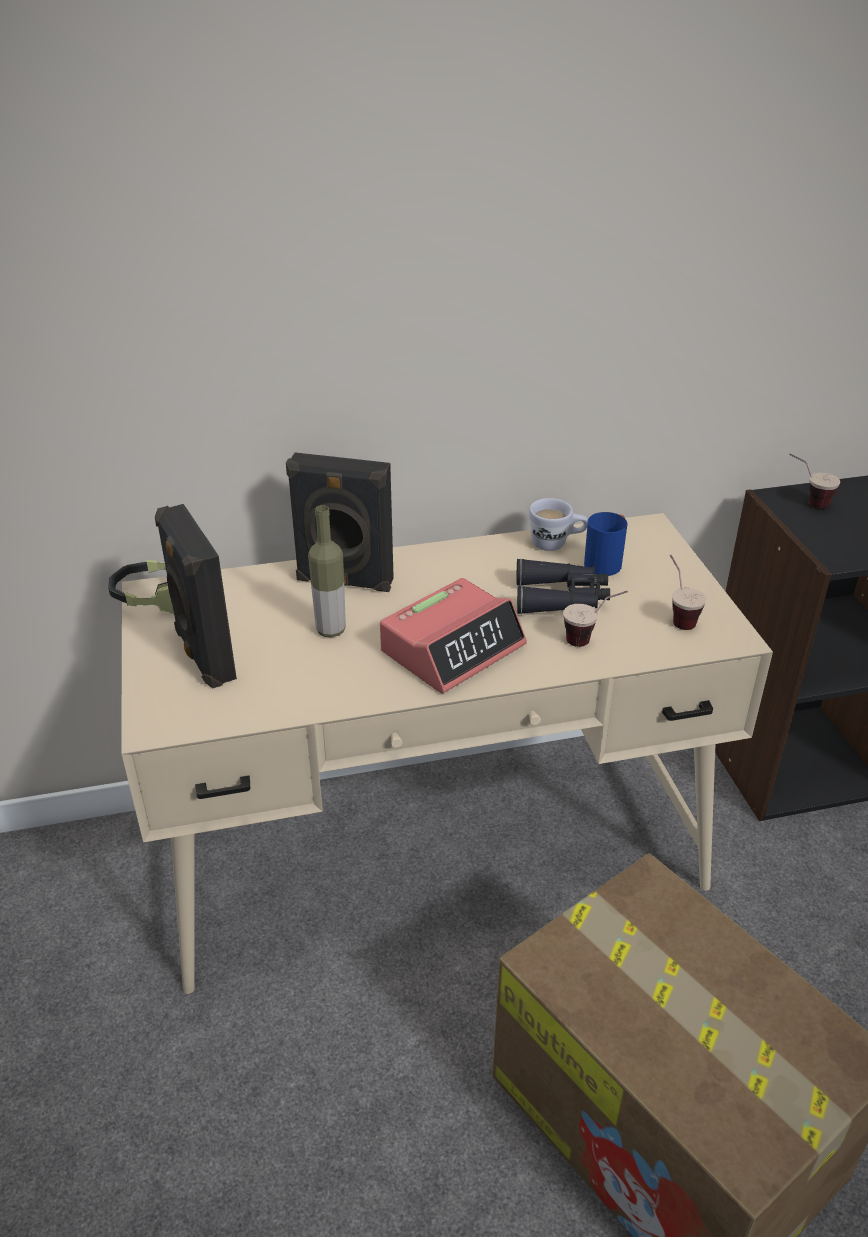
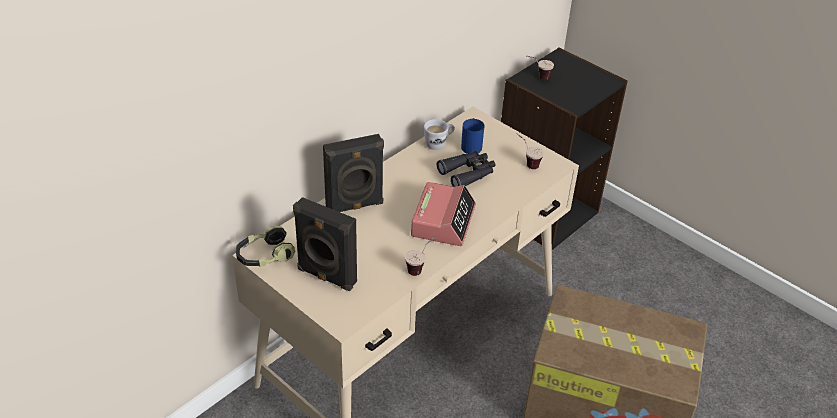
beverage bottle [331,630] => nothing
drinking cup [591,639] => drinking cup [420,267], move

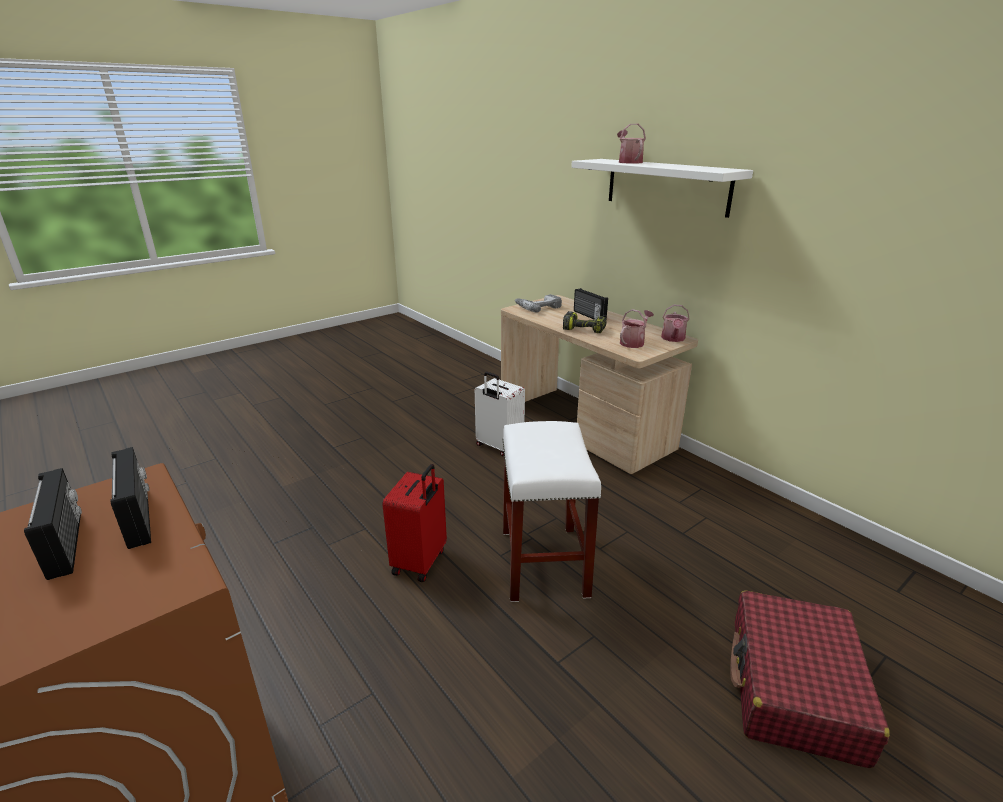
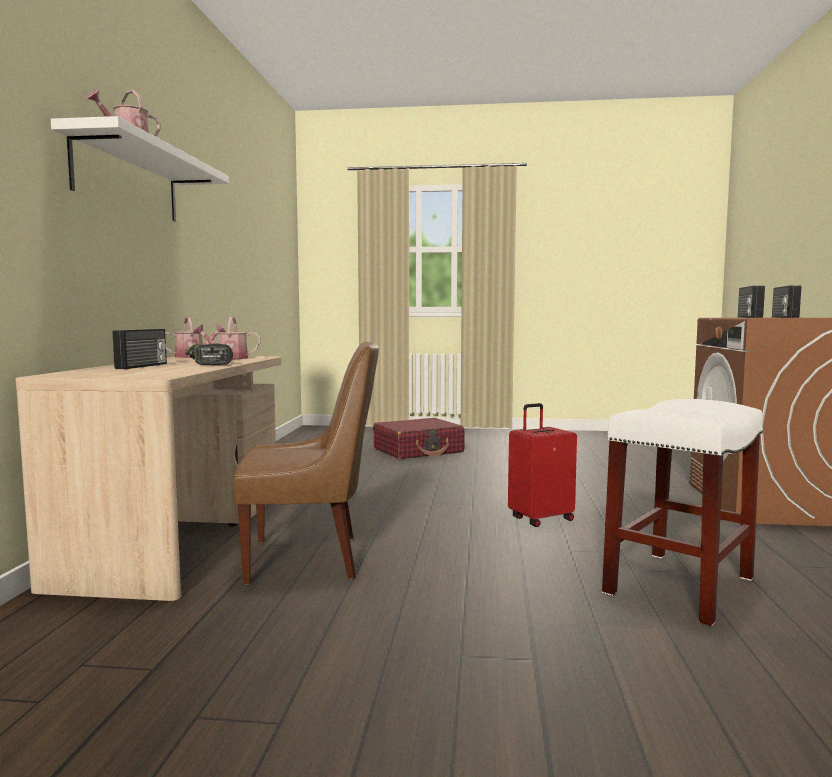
white-coloured travel case [498,447] => brownish chair [309,558]
white-coloured stool seat [544,563] => white-coloured stool seat [679,585], move
electric drill [537,307] => nothing

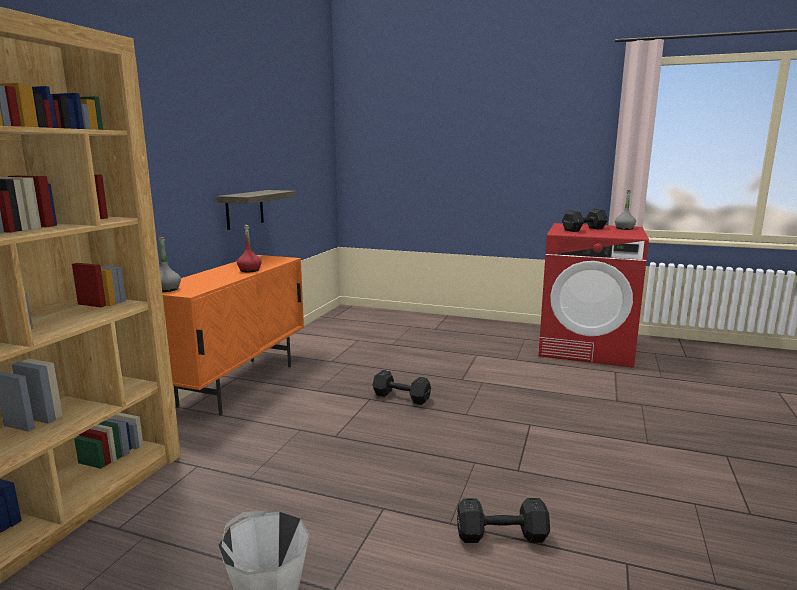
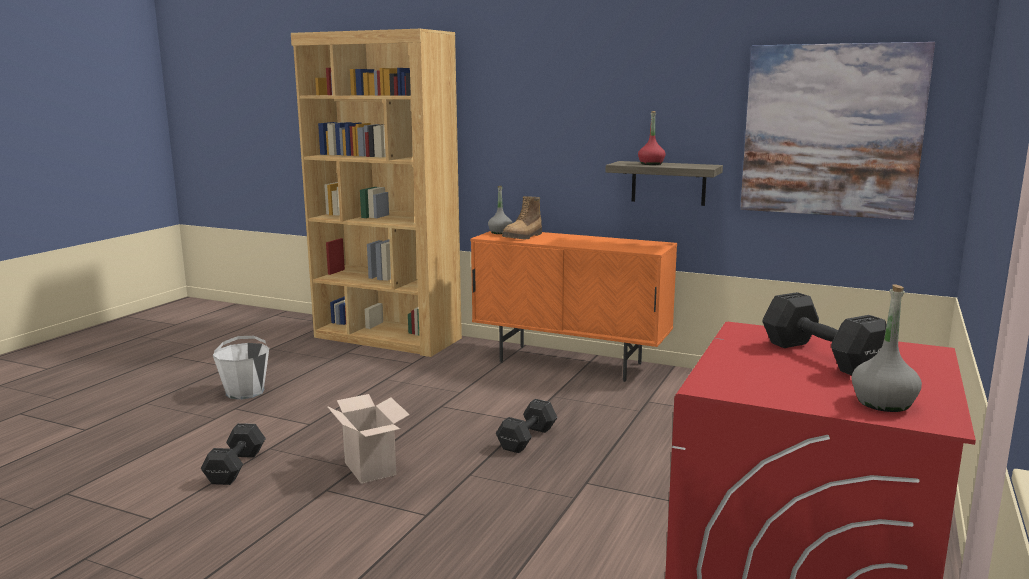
red beverage bottle [249,270] => red beverage bottle [651,164], move
nothing => cardboard box [372,469]
nothing => tall boot [523,237]
nothing => wall picture [831,131]

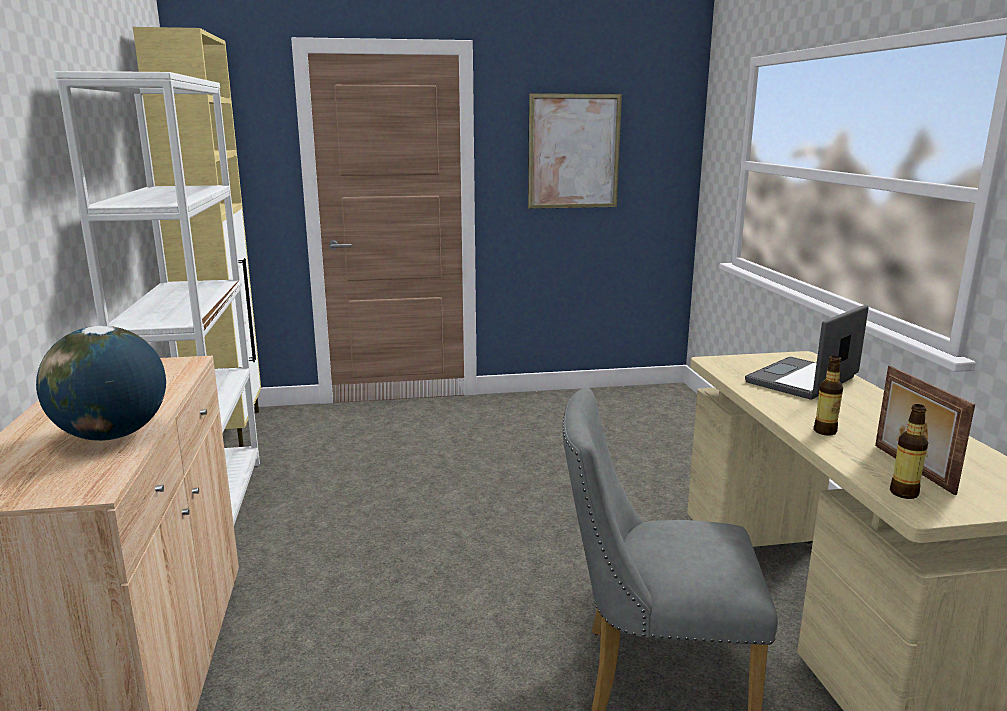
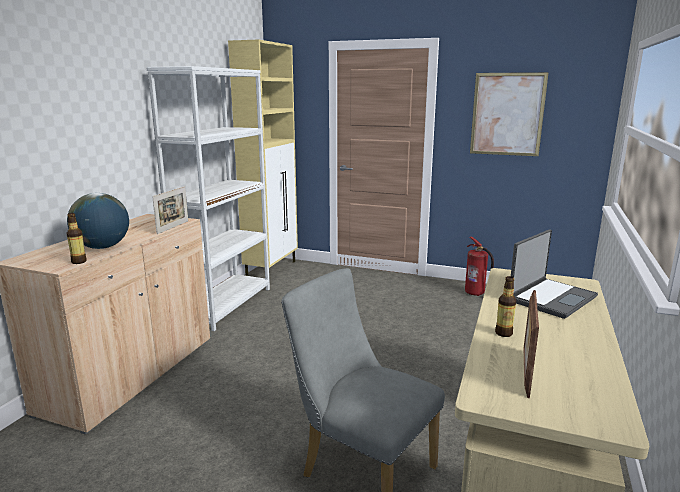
portable computer [803,381] => portable computer [551,298], 150 degrees clockwise
beverage bottle [903,493] => beverage bottle [79,262], move
nothing => standing frame [173,227]
nothing => extinguisher [475,294]

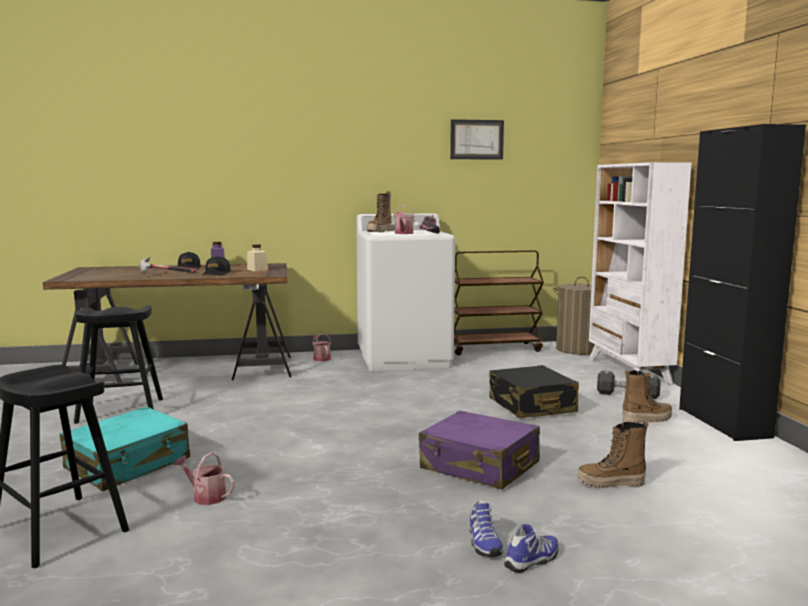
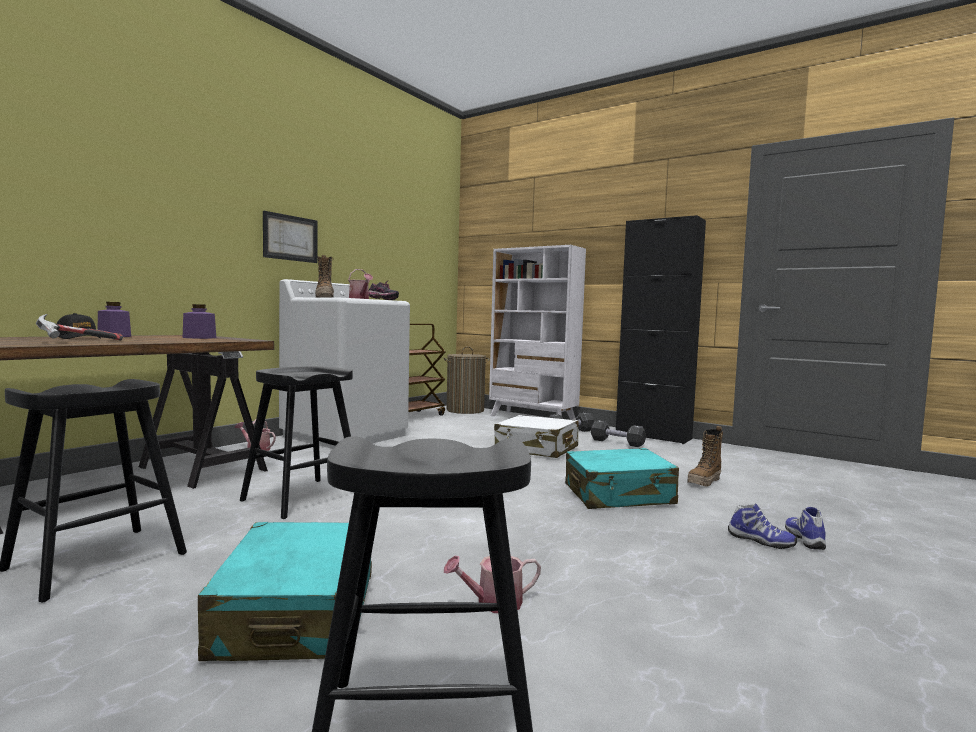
blackish baseball cap [216,273] => nothing
beige-coloured jar [257,269] => purplish jar [199,338]
purplish travel case [479,466] => blue-green travel case [618,495]
wall picture [476,139] => wall picture [290,238], move
blackish travel case [531,406] => white-coloured travel case [536,449]
tall boot [646,419] => blackish hand weight [617,442]
nothing => blackish stool seat [302,498]

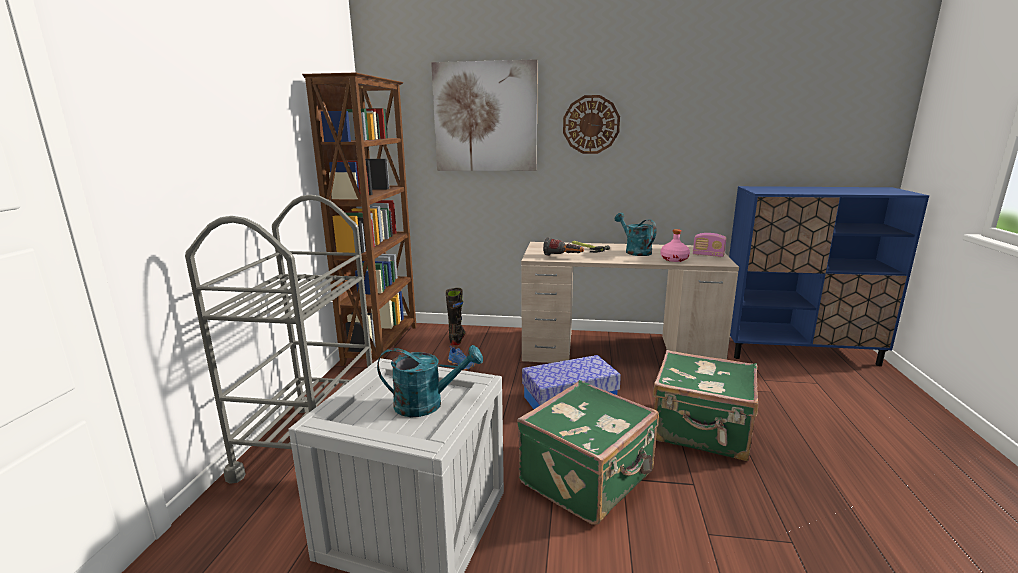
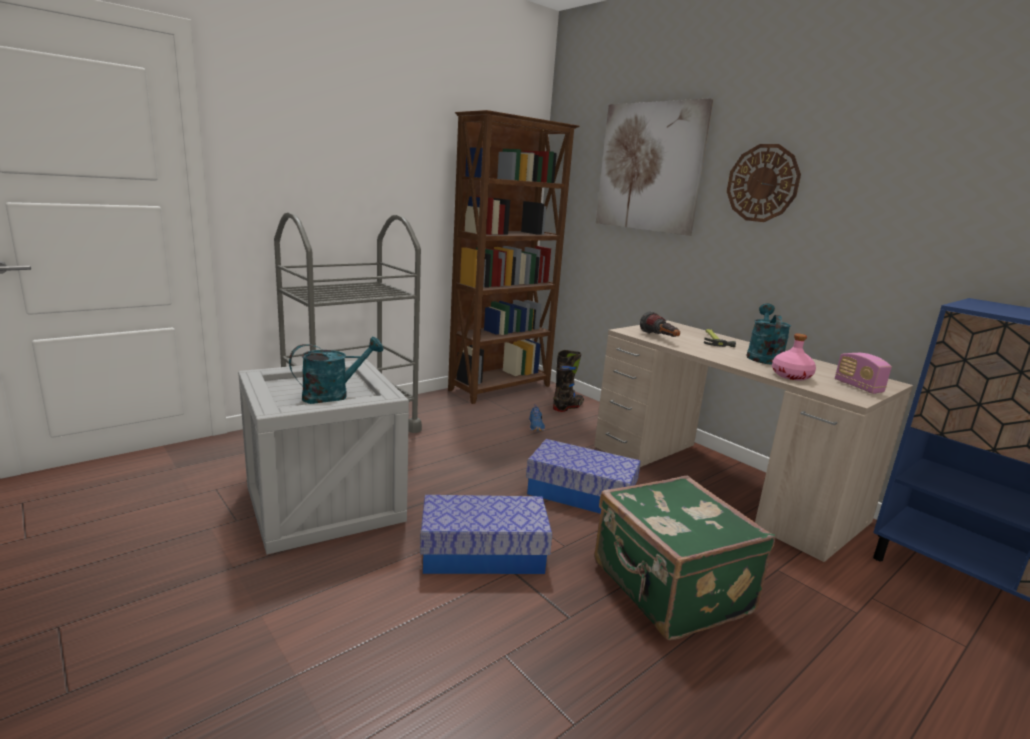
blue-green sprinkling can [427,404] => blue-green sprinkling can [333,395], 75 degrees counterclockwise
green-coloured travel case [588,479] => storage box [483,553]

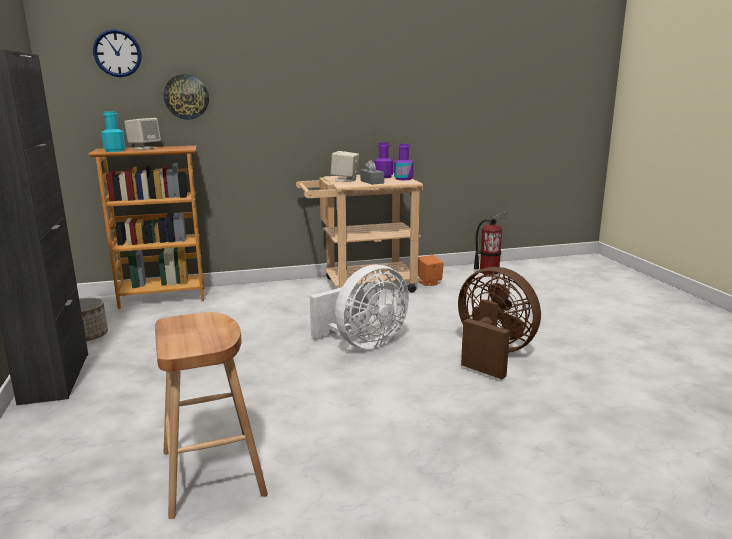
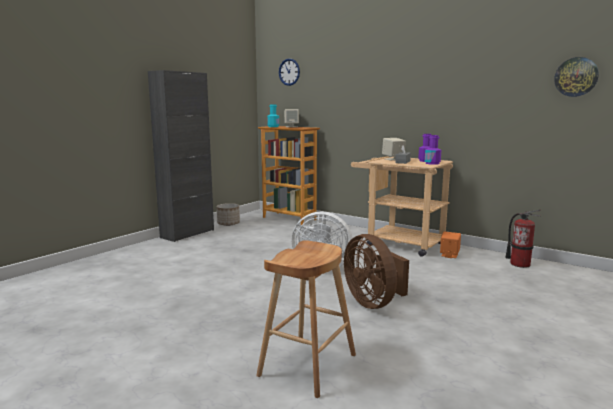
brownish stool seat [212,472] => brownish stool seat [308,365], move
wall clock [186,97] => wall clock [576,77], move
brownish fan [492,354] => brownish fan [374,302], 150 degrees clockwise

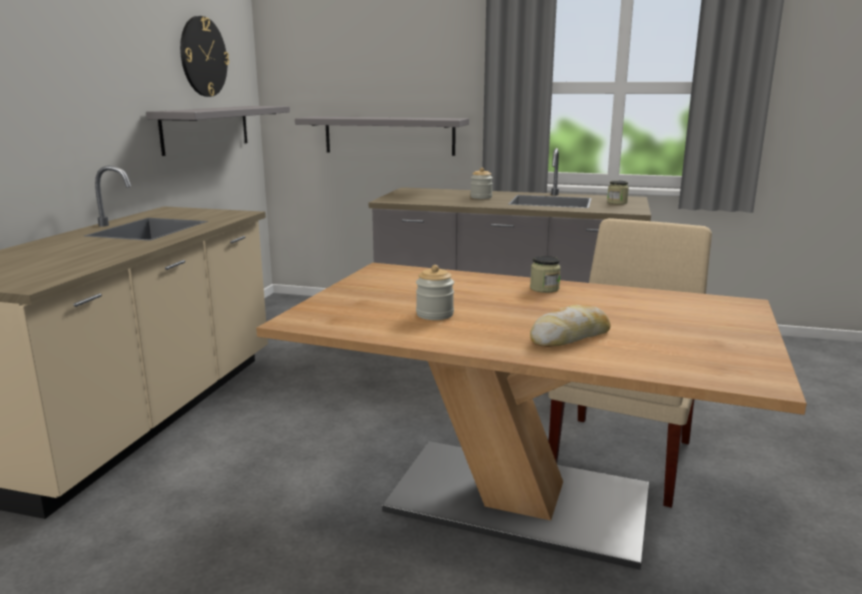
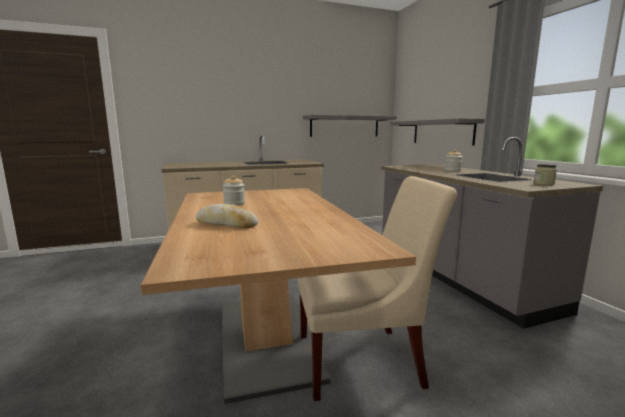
wall clock [203,57] => nothing
jar [544,288] => nothing

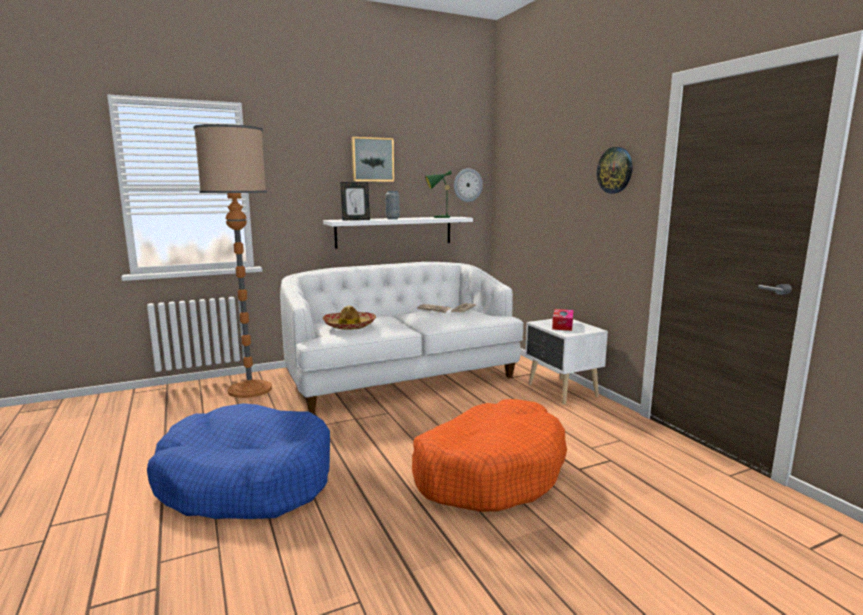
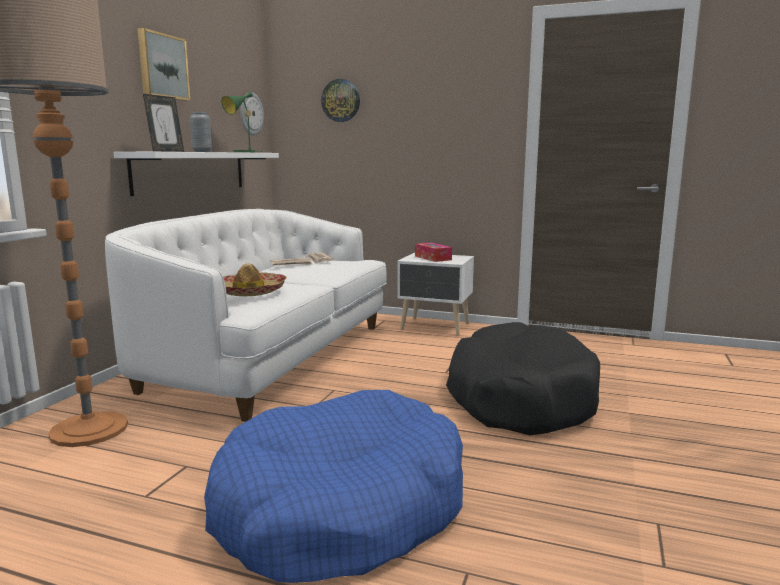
orange pet bed [489,471] => blackish pet bed [520,398]
wall clock [615,170] => wall clock [341,100], move

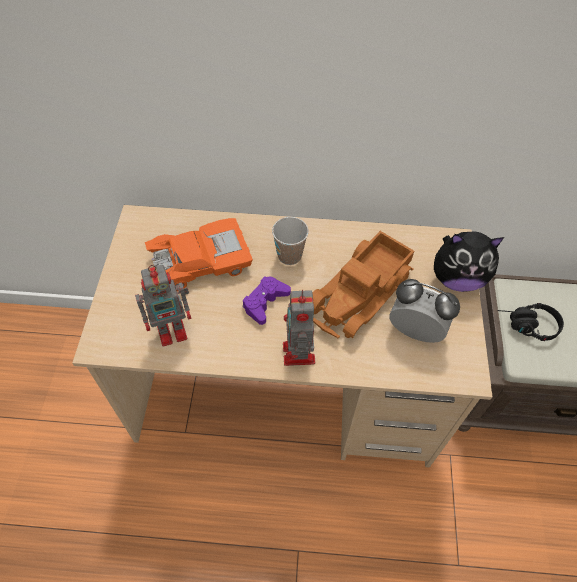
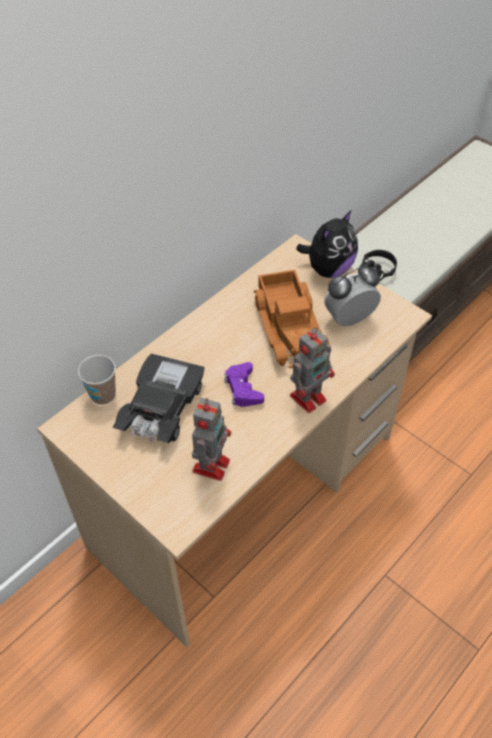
orange miniature car [201,261] => blackish miniature car [161,407]
drinking cup [289,256] => drinking cup [103,395], move
model robot [299,355] => model robot [309,397], 75 degrees counterclockwise

